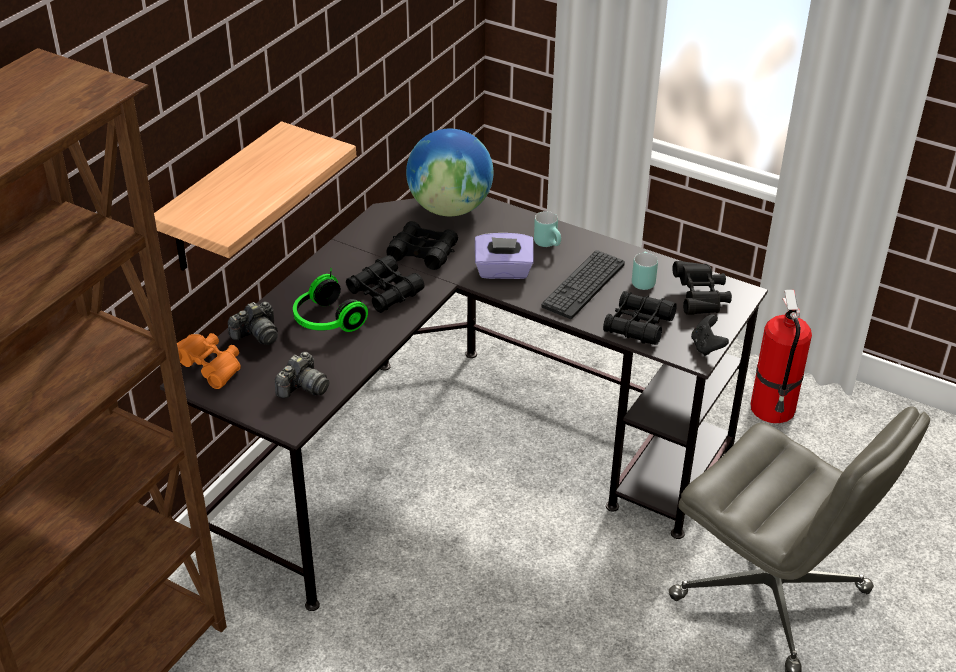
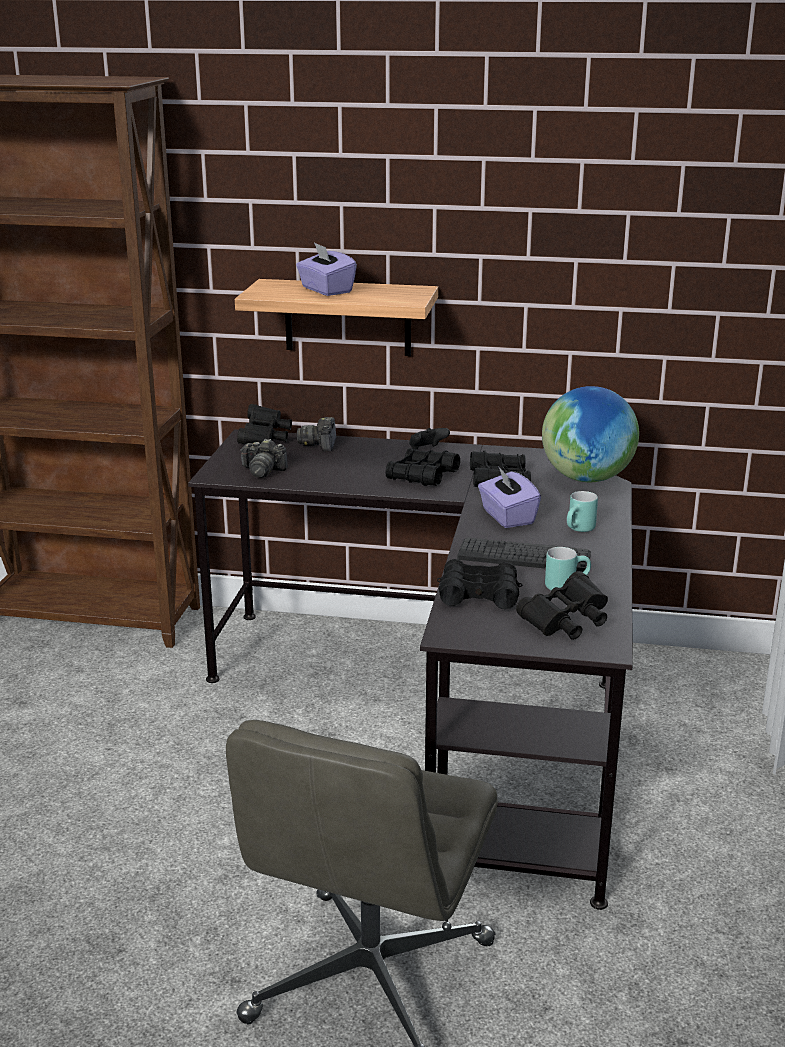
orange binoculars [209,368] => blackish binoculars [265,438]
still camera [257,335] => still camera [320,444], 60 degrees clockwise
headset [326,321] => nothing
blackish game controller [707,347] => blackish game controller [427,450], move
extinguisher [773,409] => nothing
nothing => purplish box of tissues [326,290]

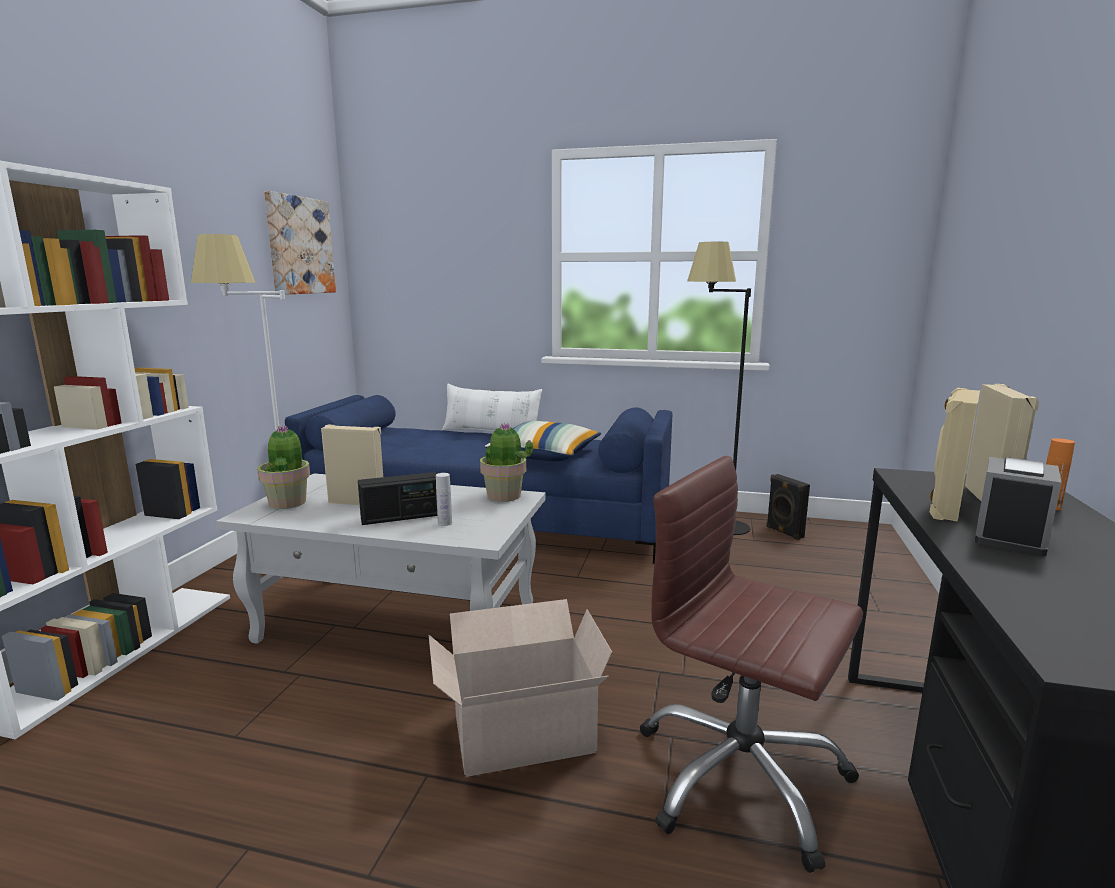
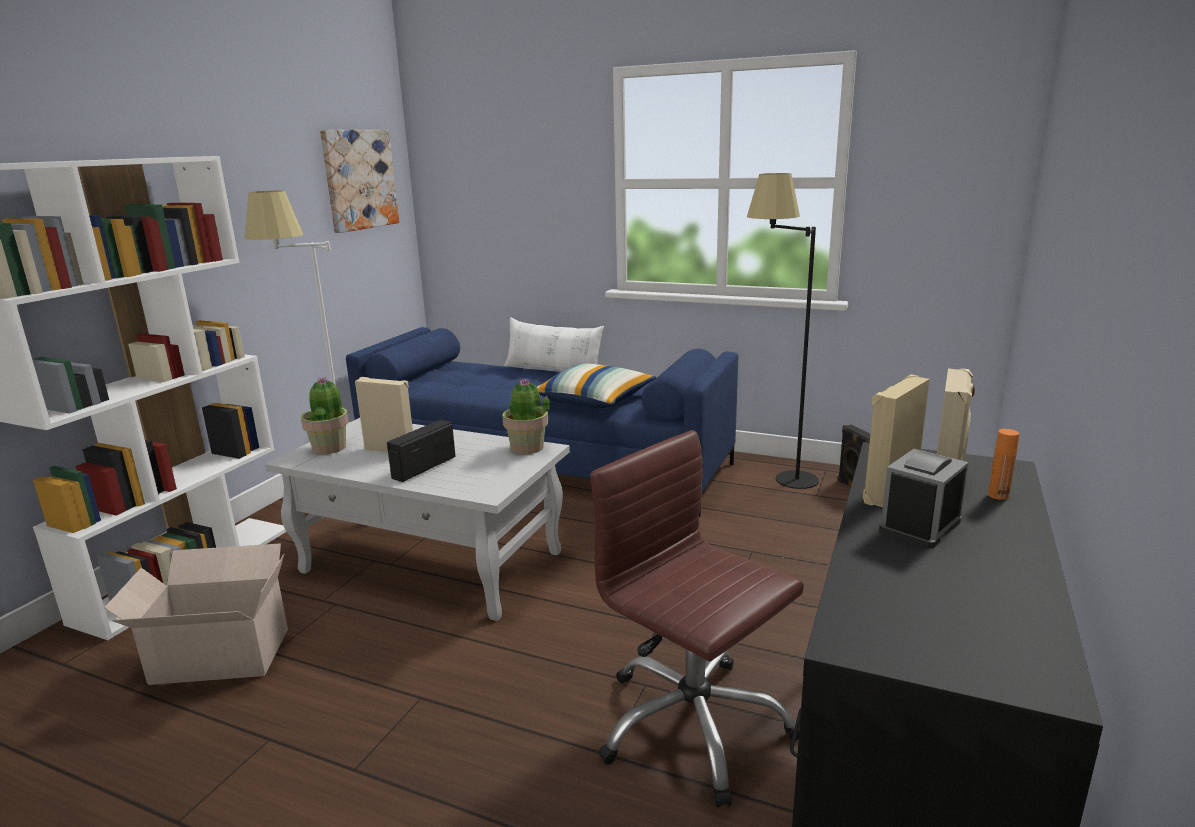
radio [401,517] => radio [423,467], 135 degrees clockwise
cardboard box [519,734] => cardboard box [217,655], move
white-coloured beverage bottle [445,523] => nothing

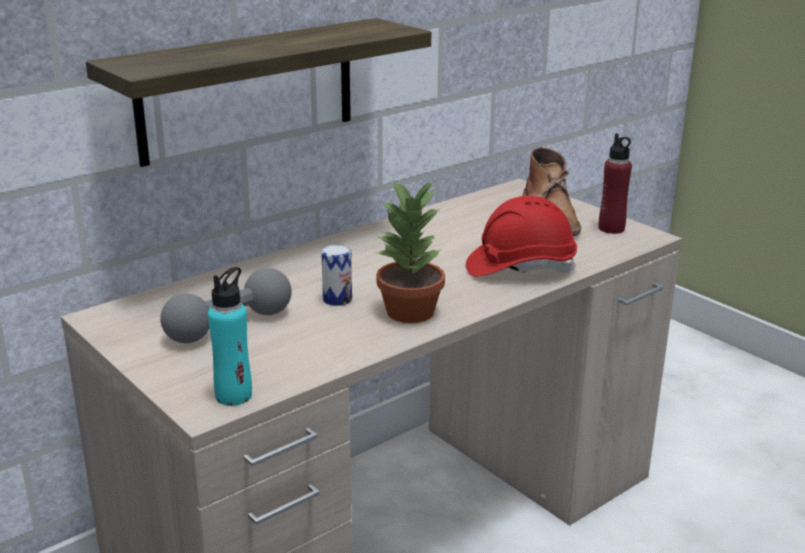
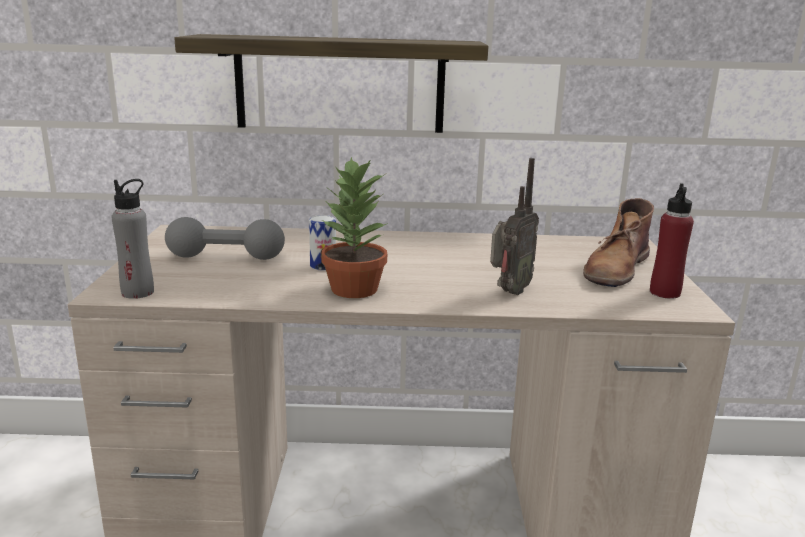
blue-green beverage bottle [234,395] => gray beverage bottle [138,292]
red work helmet [520,267] => radio [508,292]

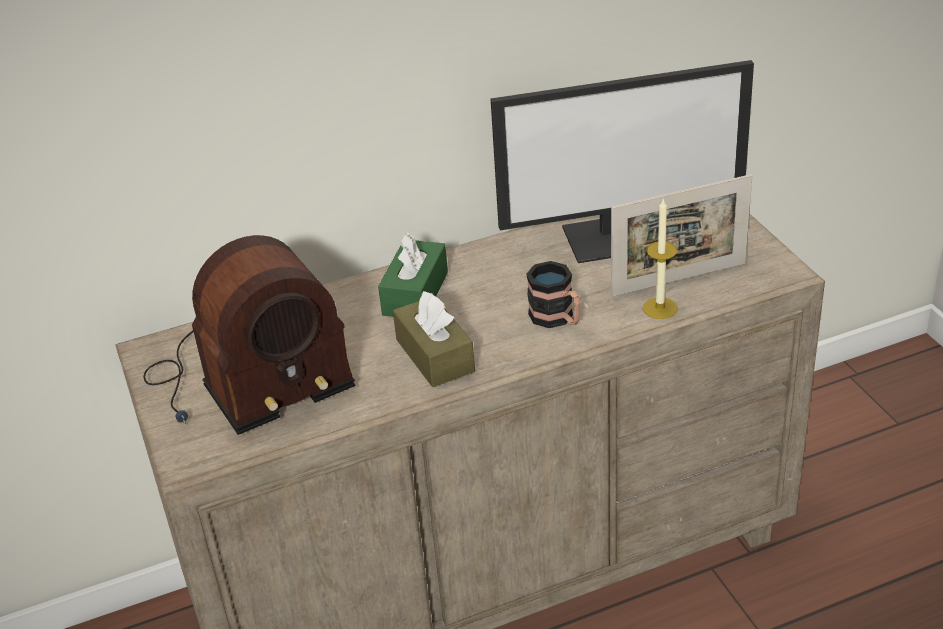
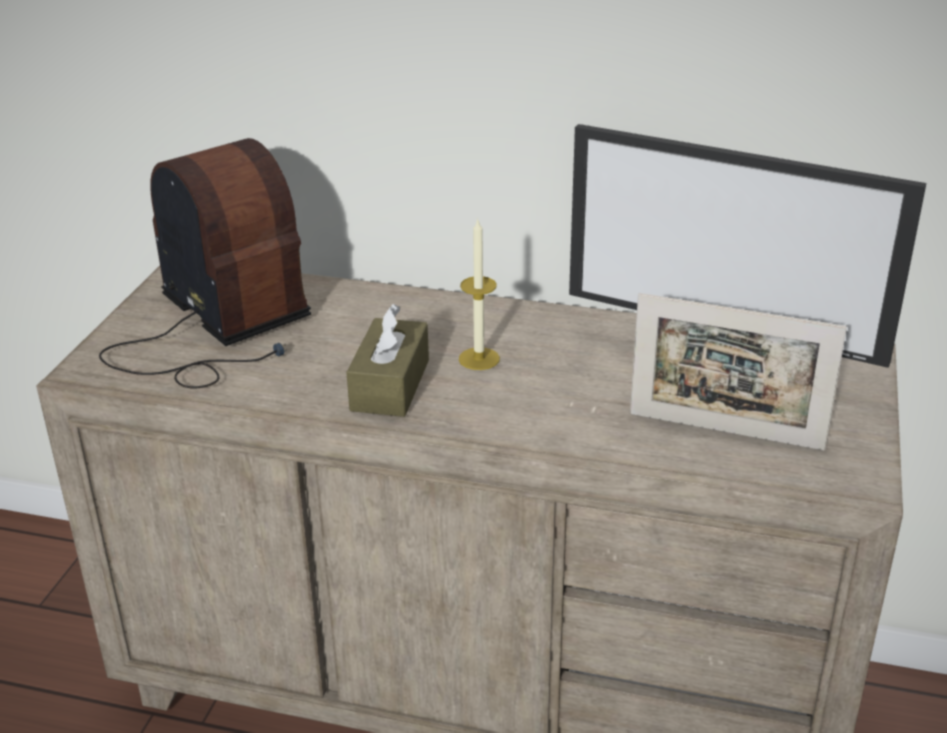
radio [246,379] => radio [216,329], 135 degrees counterclockwise
green-coloured box of tissues [415,293] => nothing
tea mug [557,319] => nothing
wax candle [660,308] => wax candle [479,359], move

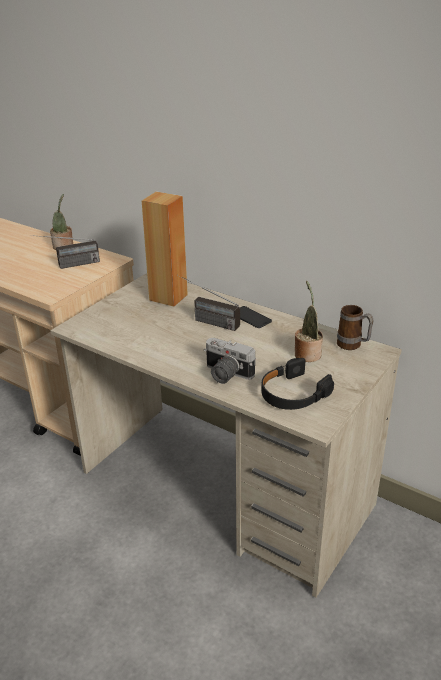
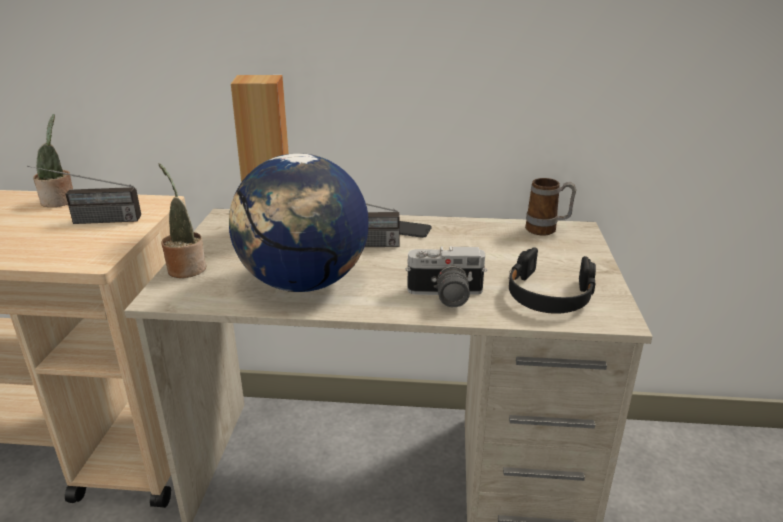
radio [68,265] => radio [89,221], 45 degrees clockwise
potted plant [307,353] => potted plant [186,268], move
nothing => desk globe [304,283]

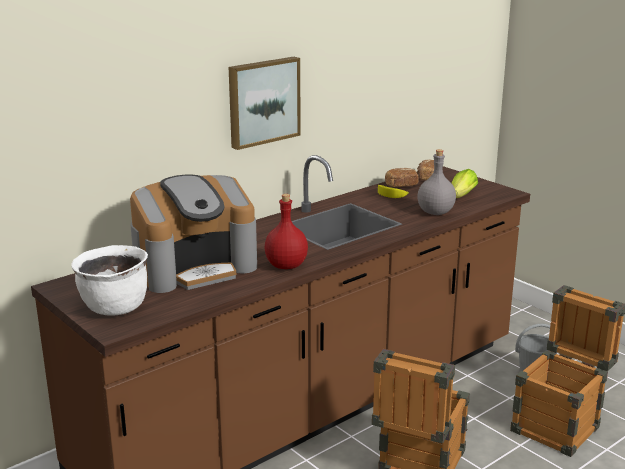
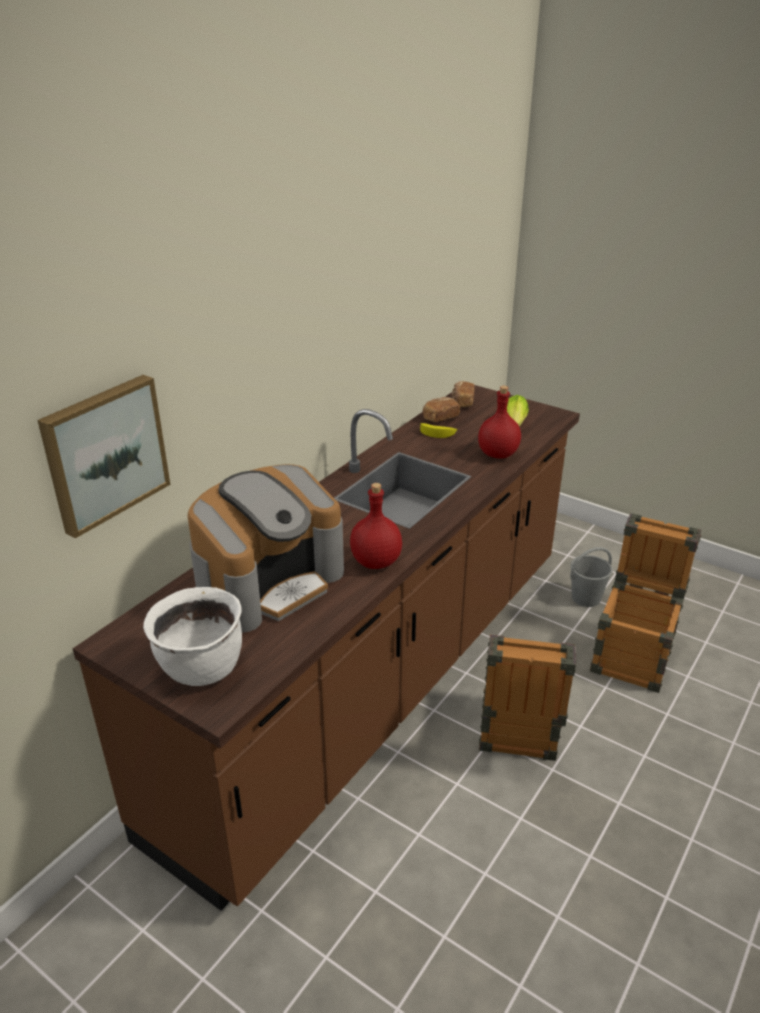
wall picture [263,101] => wall picture [104,453], move
gray beverage bottle [436,213] => red beverage bottle [498,454]

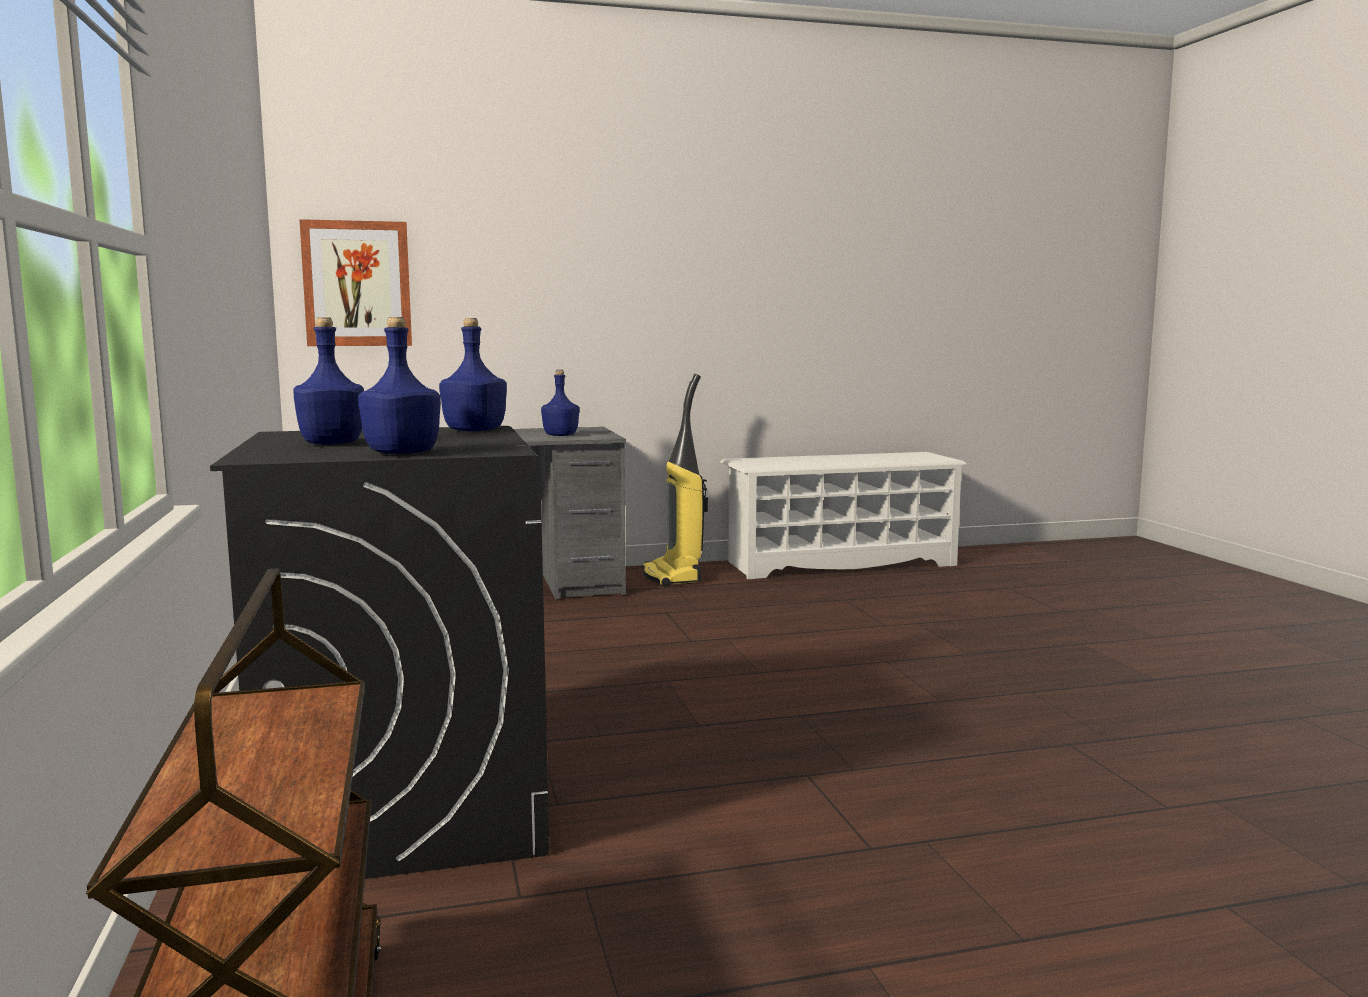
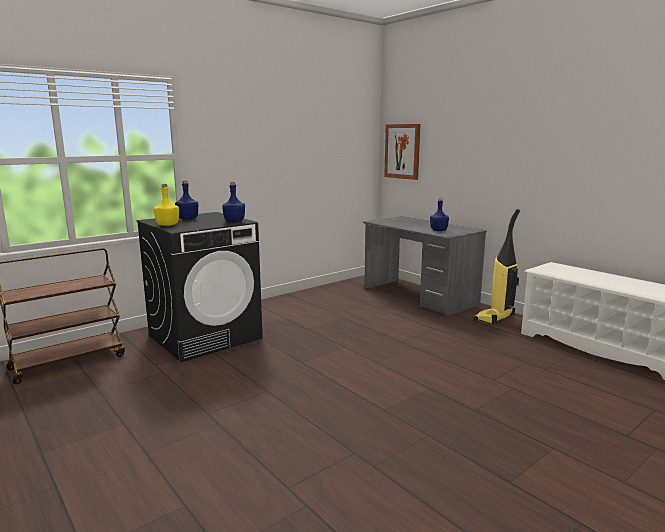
blue beverage bottle [400,453] => yellow beverage bottle [167,225]

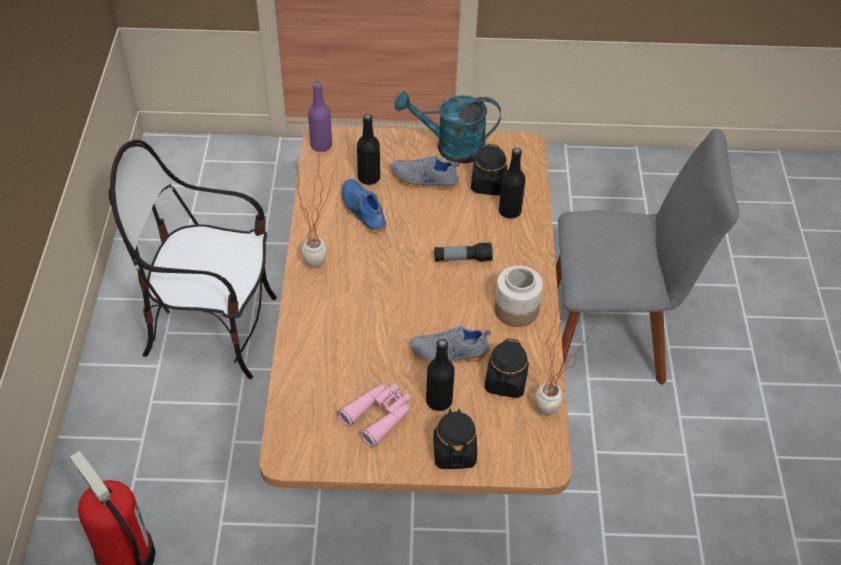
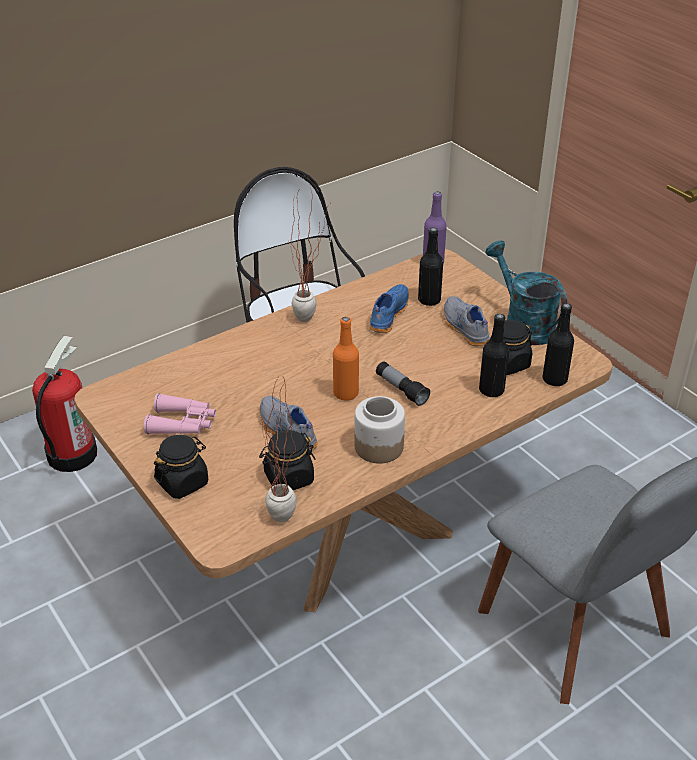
blackish beverage bottle [439,401] => blackish beverage bottle [554,379], move
nothing => orange beverage bottle [346,393]

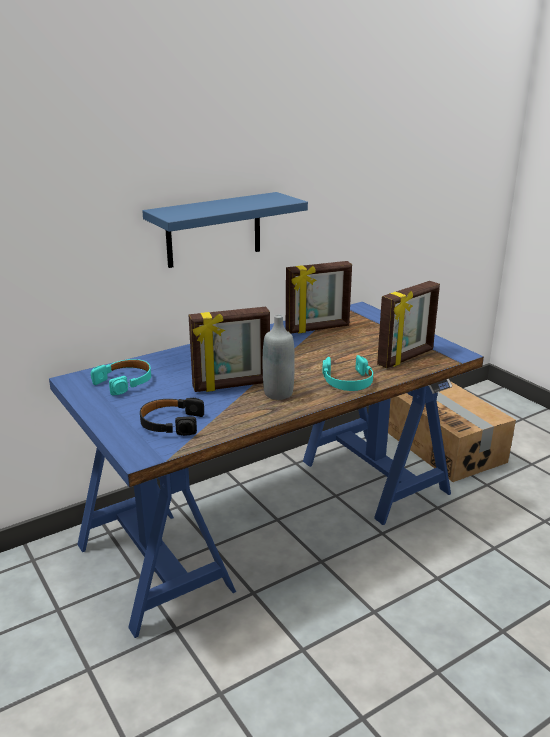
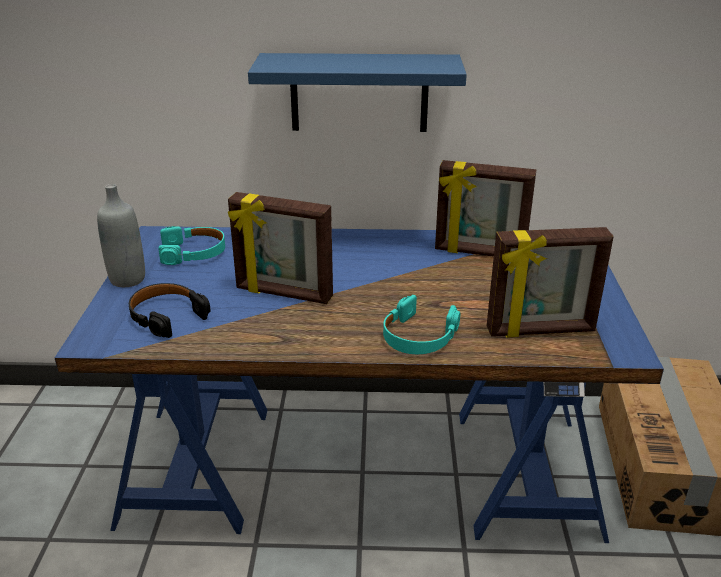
gray beverage bottle [278,393] => gray beverage bottle [128,279], move

